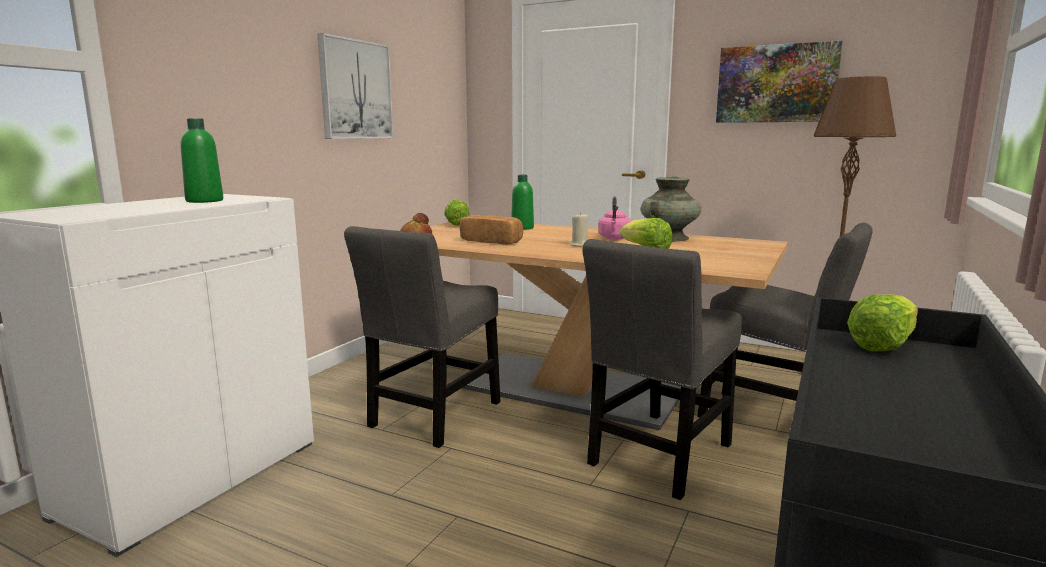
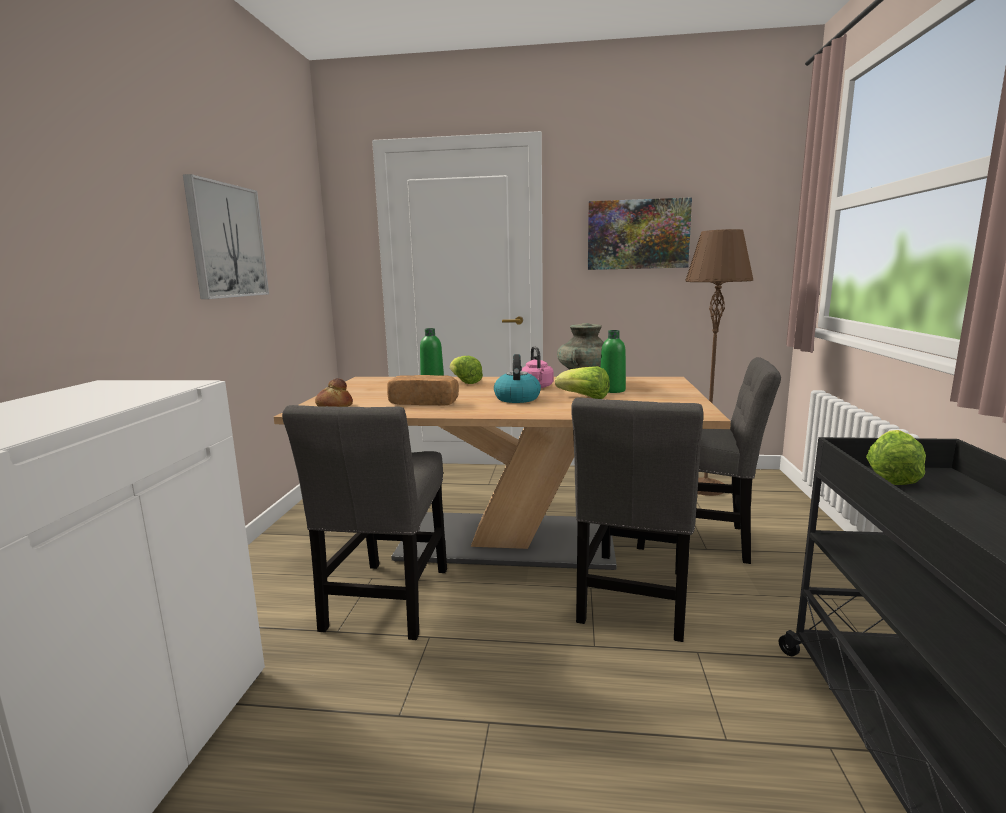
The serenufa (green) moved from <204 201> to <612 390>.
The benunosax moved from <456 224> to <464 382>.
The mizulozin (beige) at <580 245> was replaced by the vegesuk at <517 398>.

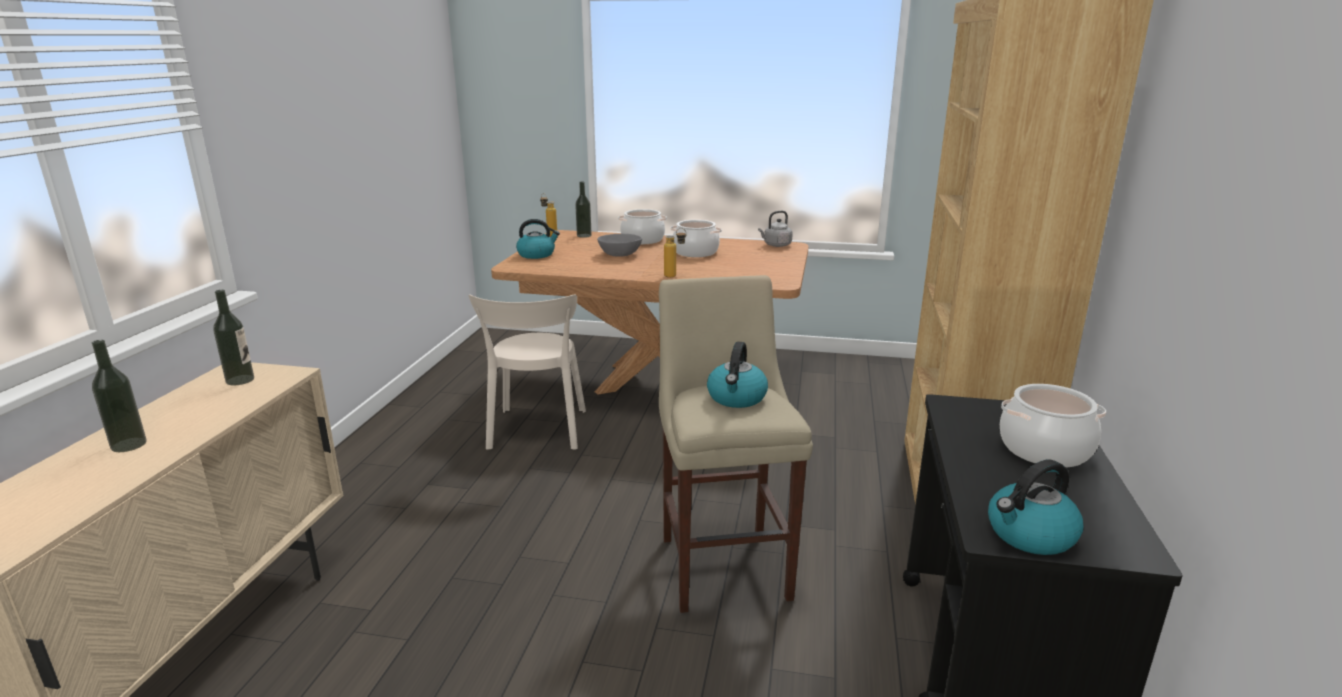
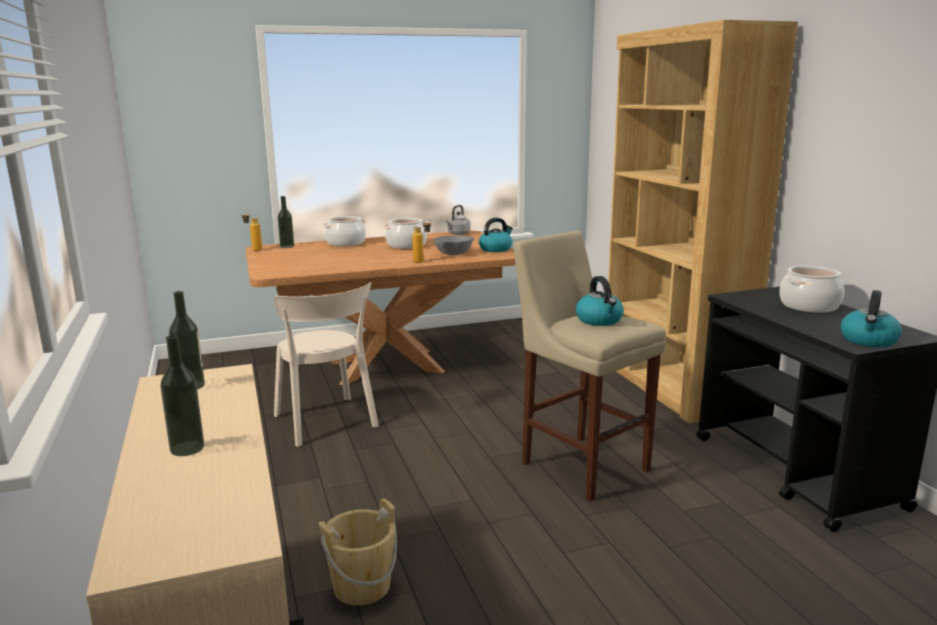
The vegesuk moved from <537 254> to <496 249>.
The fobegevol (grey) moved from <619 254> to <453 253>.
The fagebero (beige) at <362 586> appeared.

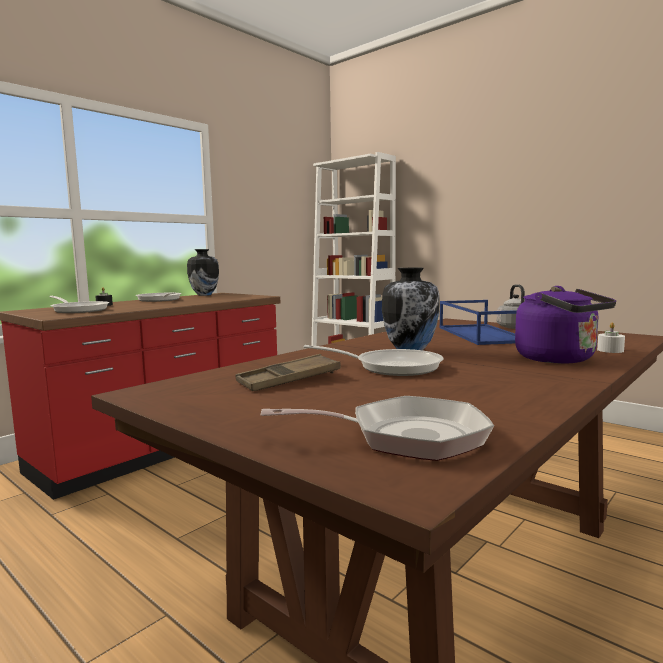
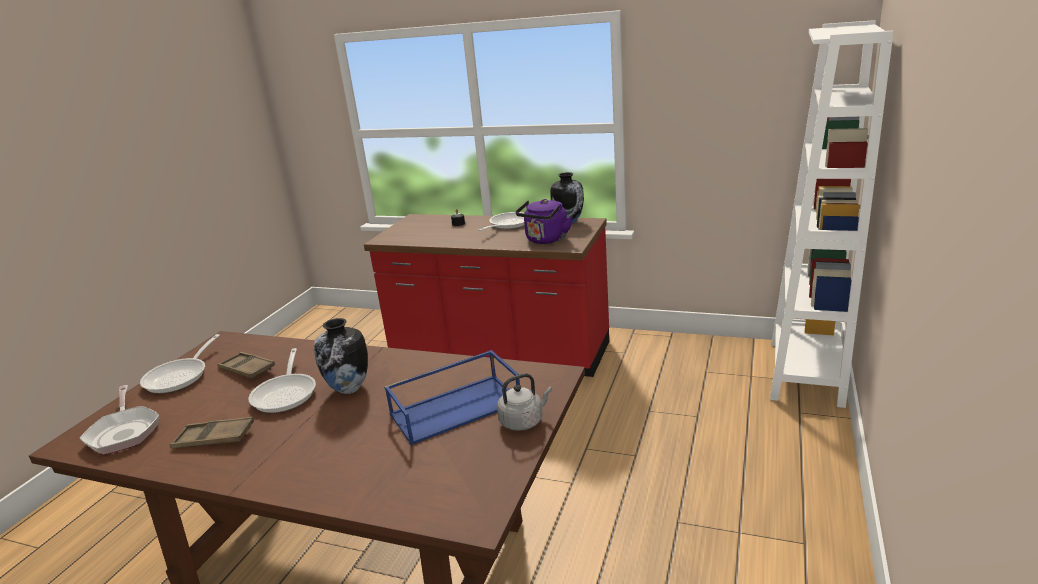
The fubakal moved from <79 310> to <180 376>.
The vegesuk (purple) moved from <560 359> to <545 240>.
The mizulozin (white) at <610 350> disappeared.
The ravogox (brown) at <214 438> appeared.

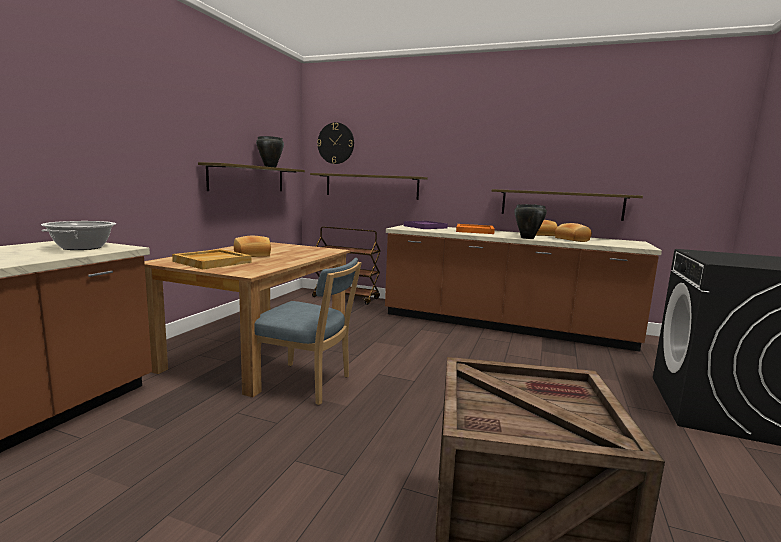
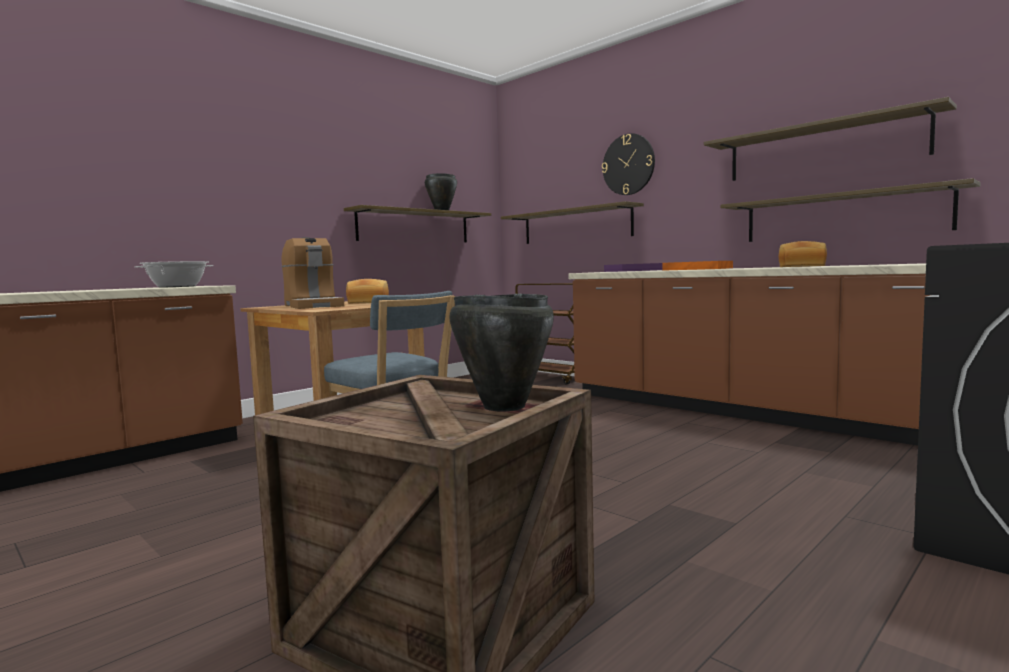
The ravogox (beige) at <212 262> was replaced by the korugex at <313 306>.
The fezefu moved from <336 143> to <628 164>.
The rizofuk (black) moved from <527 238> to <503 406>.
The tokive at <571 240> disappeared.
The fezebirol at <823 148> appeared.

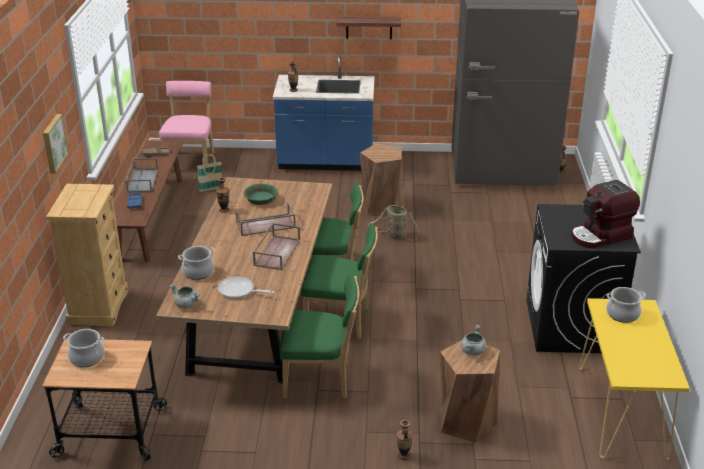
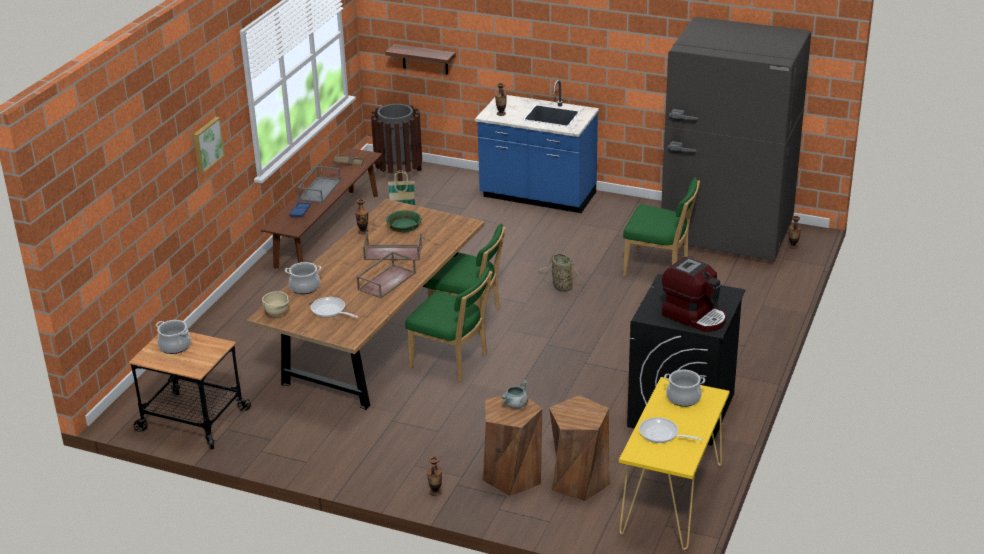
The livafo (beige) at <98 306> disappeared.
The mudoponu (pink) at <191 161> was replaced by the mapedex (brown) at <399 175>.
The rizofuk (grey) at <187 304> was replaced by the fobegevol (beige) at <278 315>.
The mudoponu (green) moved from <320 379> to <659 268>.
The fezebirol moved from <369 27> to <425 59>.
The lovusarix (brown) moved from <382 207> to <579 481>.
The korugex at <601 236> turned 135 degrees counterclockwise.
The fubakal at <662 434> appeared.

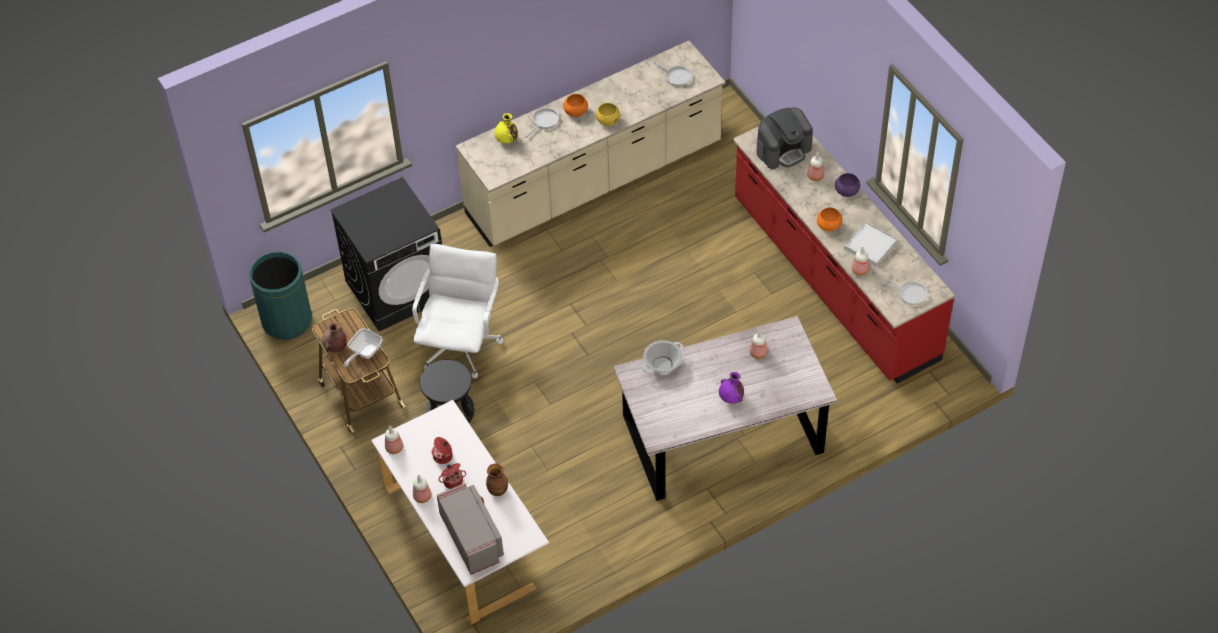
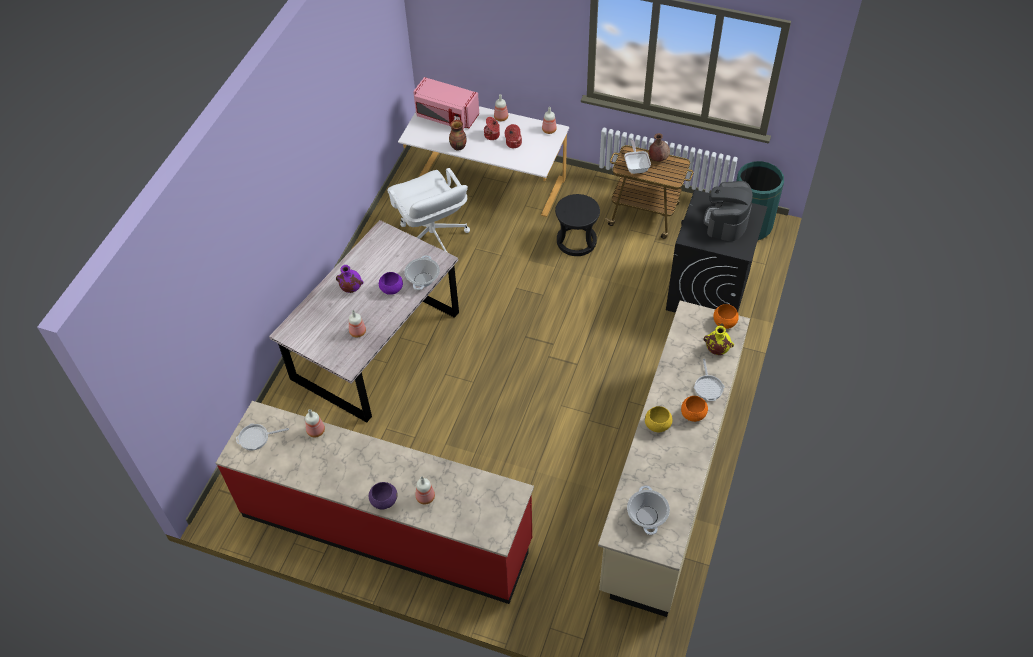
The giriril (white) moved from <461 346> to <432 238>.
The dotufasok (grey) at <473 538> became the dotufasok (pink) at <446 116>.
The fubakal at <676 76> was replaced by the rizofuk at <647 516>.
The korugex moved from <783 150> to <726 221>.
The fobegevol (orange) moved from <828 225> to <724 322>.
The ravogox (white) at <870 245> disappeared.
The fobegevol (purple) at <391 289> appeared.

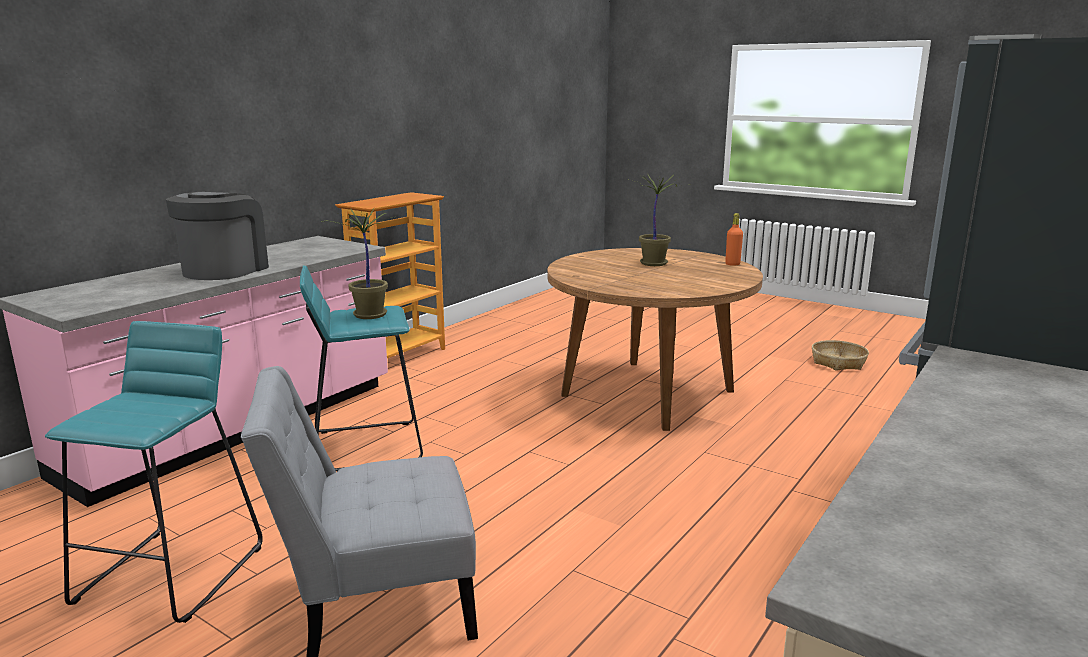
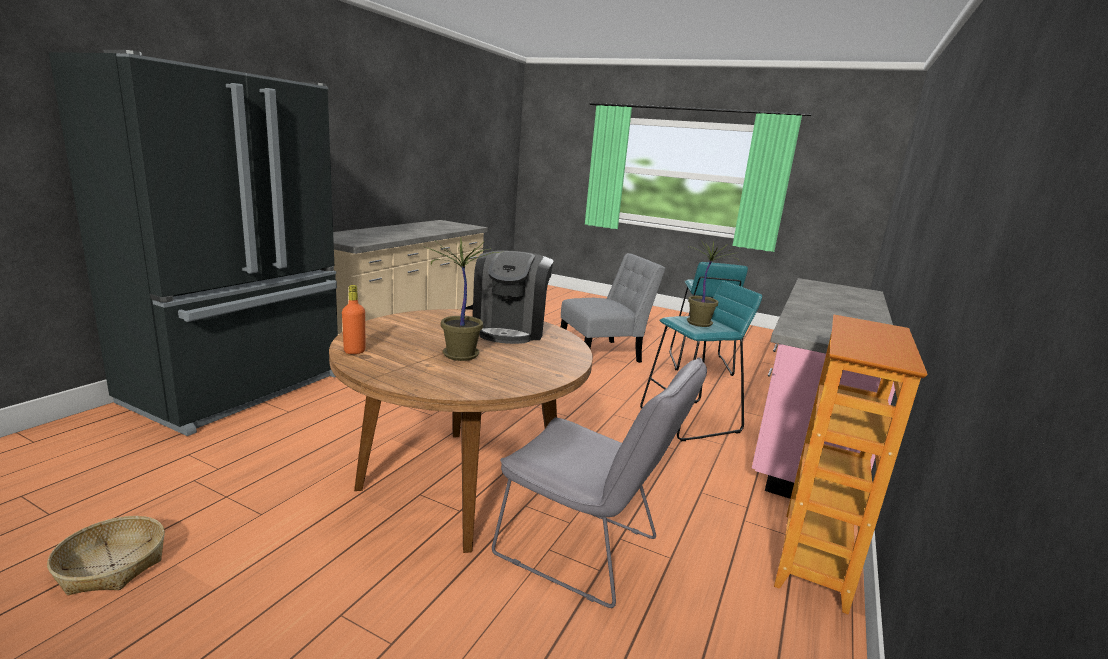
The korugex moved from <224 270> to <510 329>.
The mudoponu (grey) at <587 551> appeared.

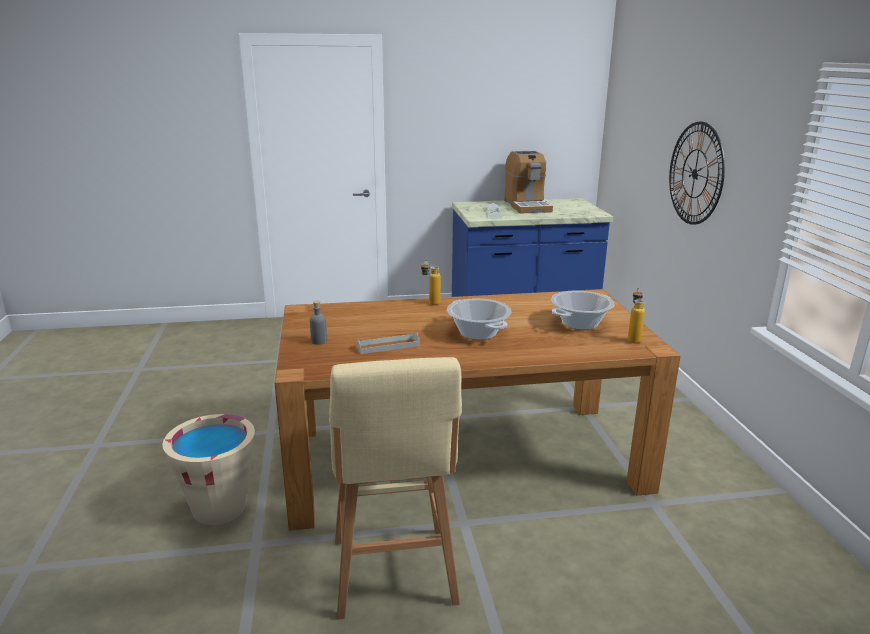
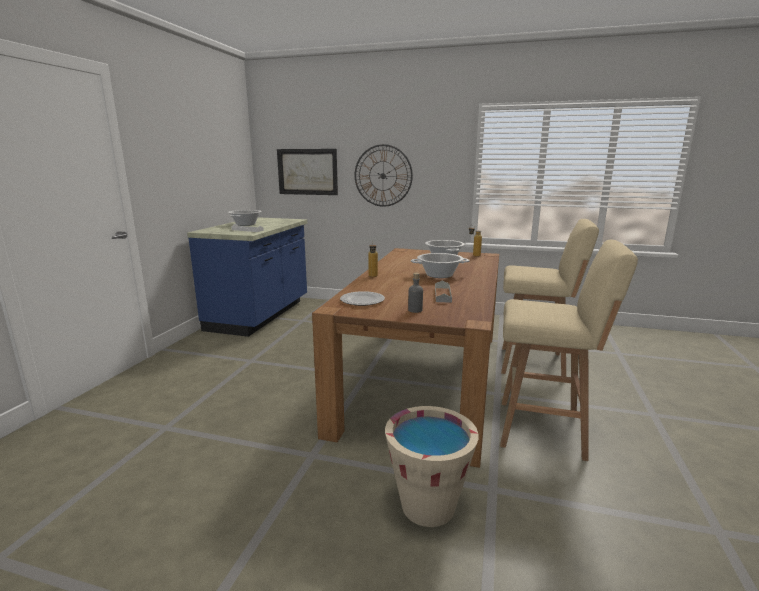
The korugex at <527 206> was replaced by the rizofuk at <245 224>.
The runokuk at <307 172> appeared.
The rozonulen at <363 300> appeared.
The lovusarix (beige) at <535 364> appeared.

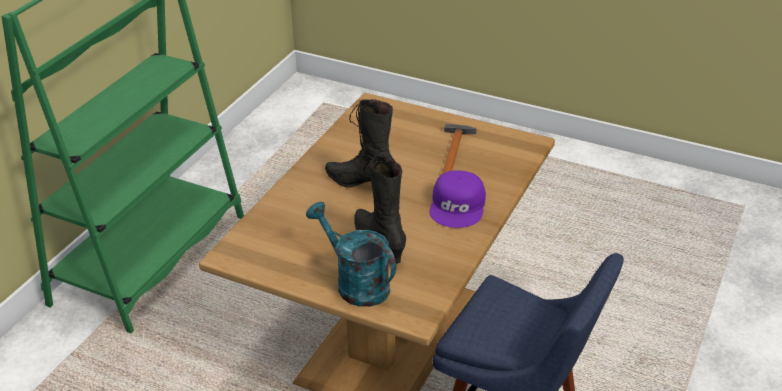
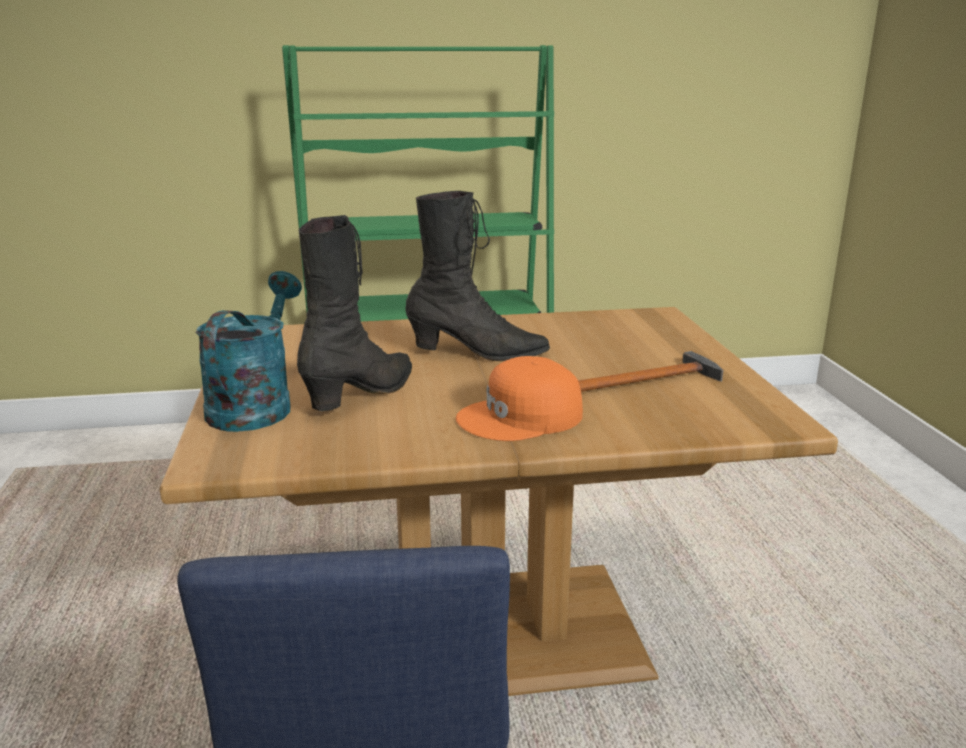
The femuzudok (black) at <362 185> turned 90 degrees clockwise.
The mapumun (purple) at <458 206> became the mapumun (orange) at <521 417>.

